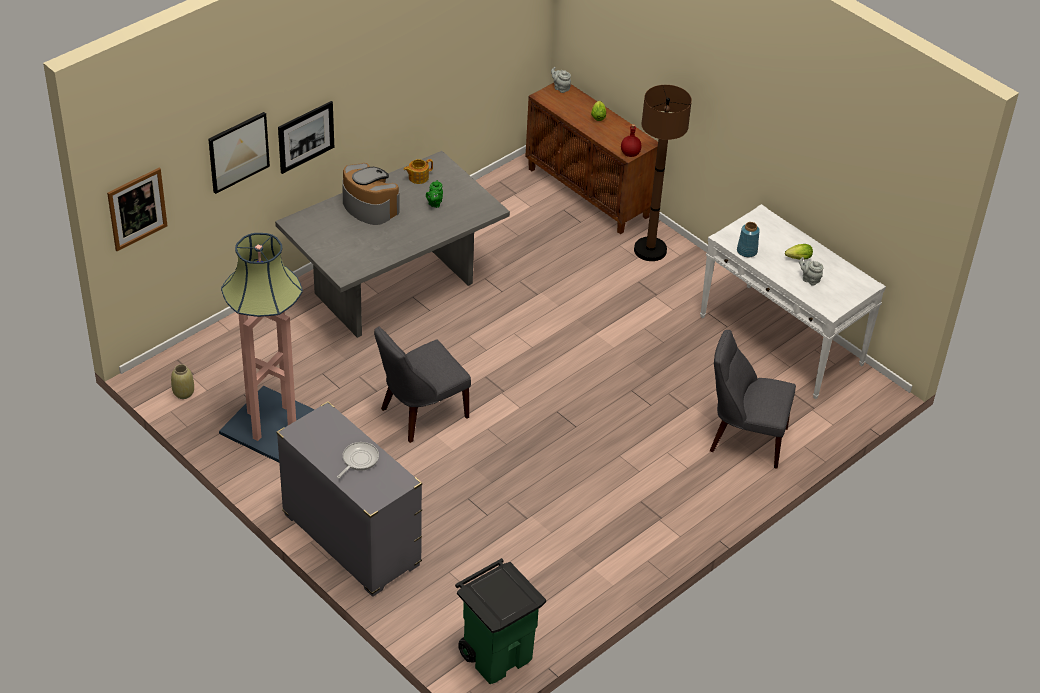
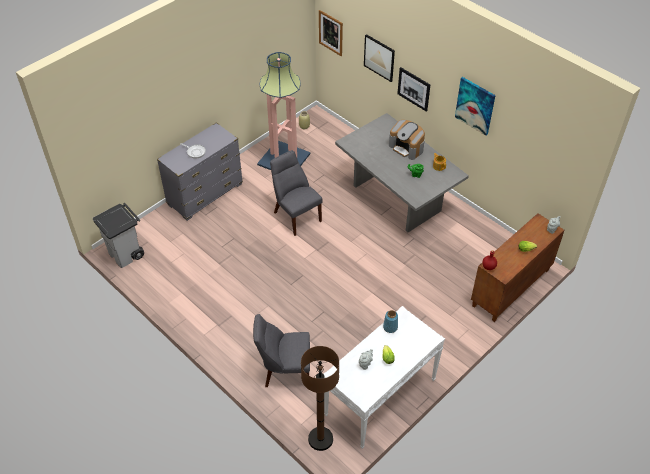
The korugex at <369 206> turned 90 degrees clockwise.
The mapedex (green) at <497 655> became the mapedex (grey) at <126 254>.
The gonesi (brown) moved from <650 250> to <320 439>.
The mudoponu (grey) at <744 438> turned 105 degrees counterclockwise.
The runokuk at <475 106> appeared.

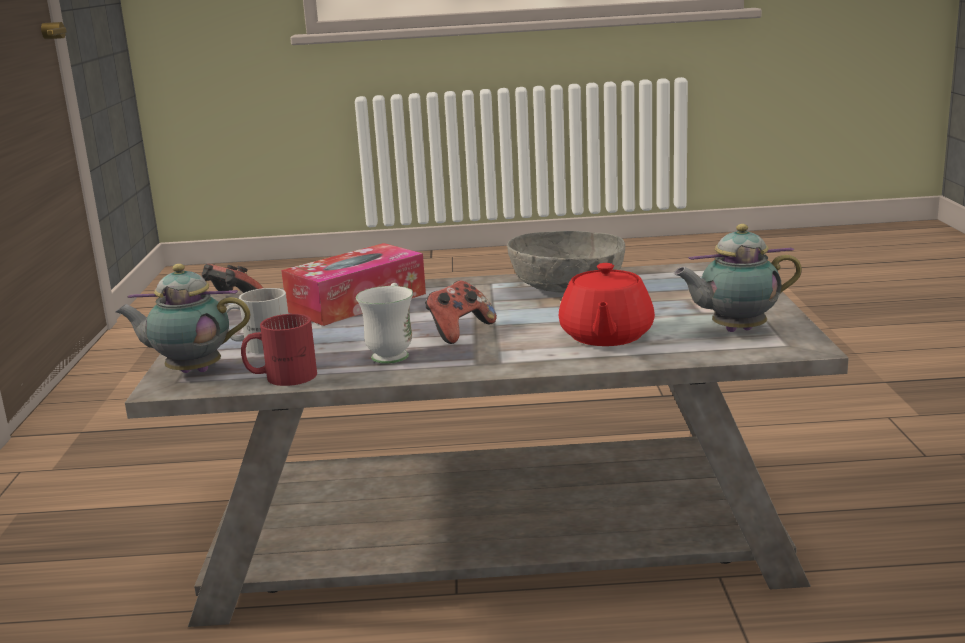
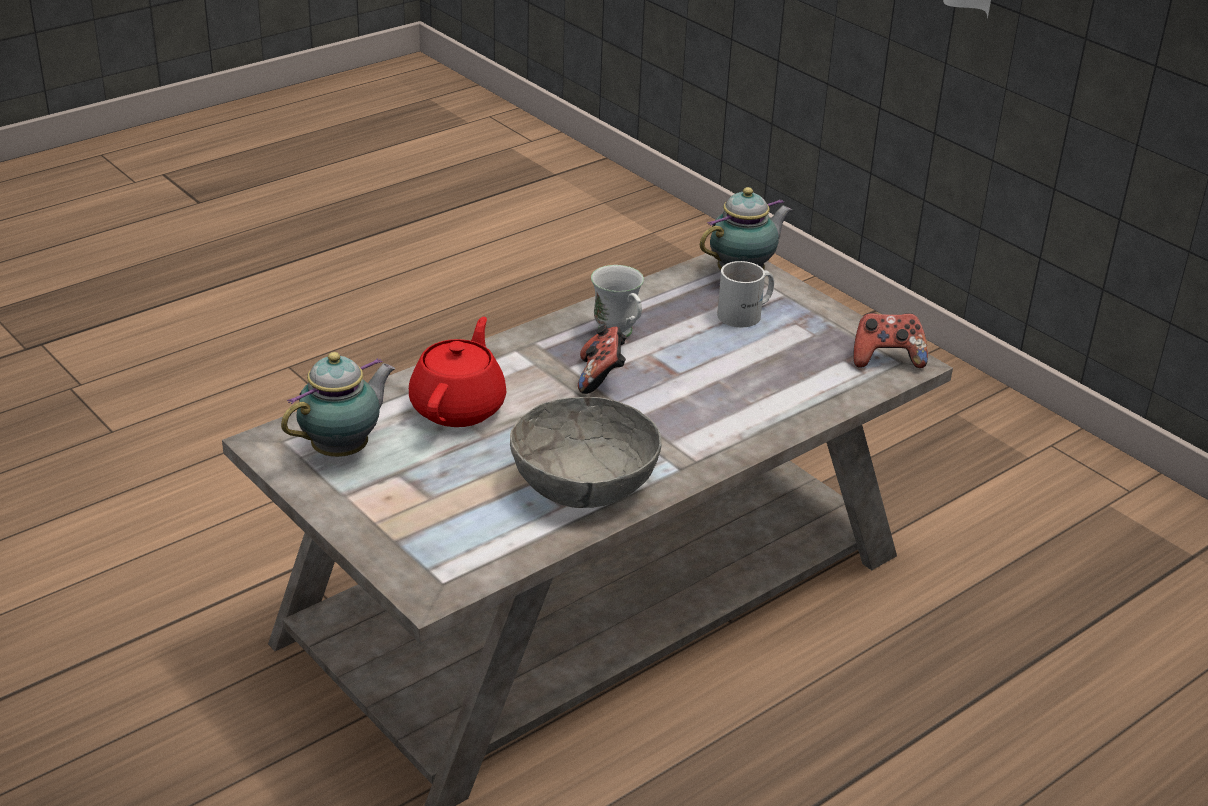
The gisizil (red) at <281 376> disappeared.
The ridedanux at <357 302> disappeared.
The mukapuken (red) at <605 336> turned 45 degrees clockwise.

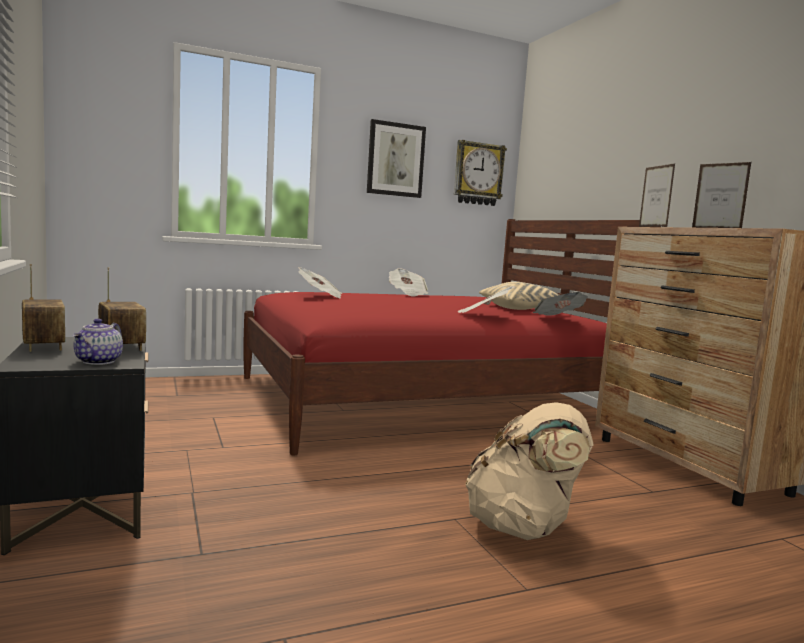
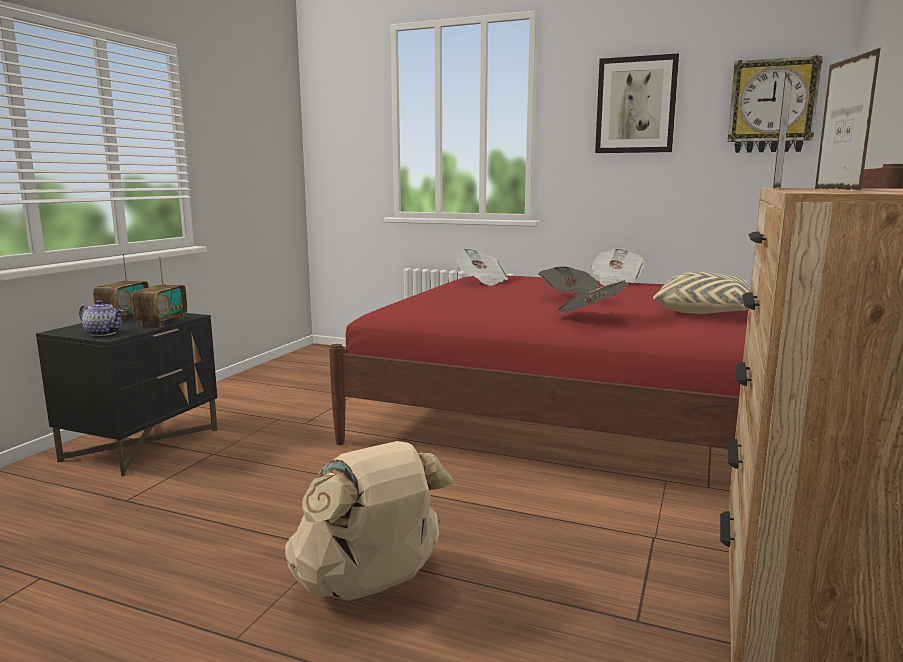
The mukapuken at <99 362> turned 120 degrees counterclockwise.
The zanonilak moved from <558 319> to <570 298>.

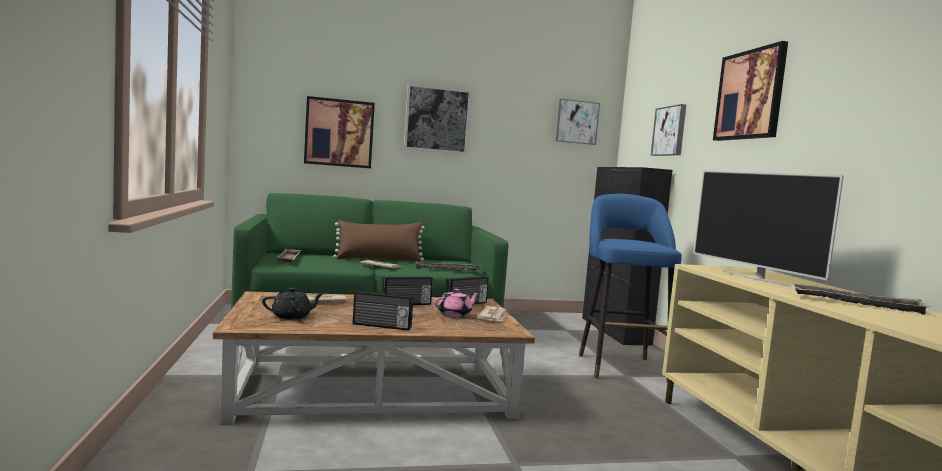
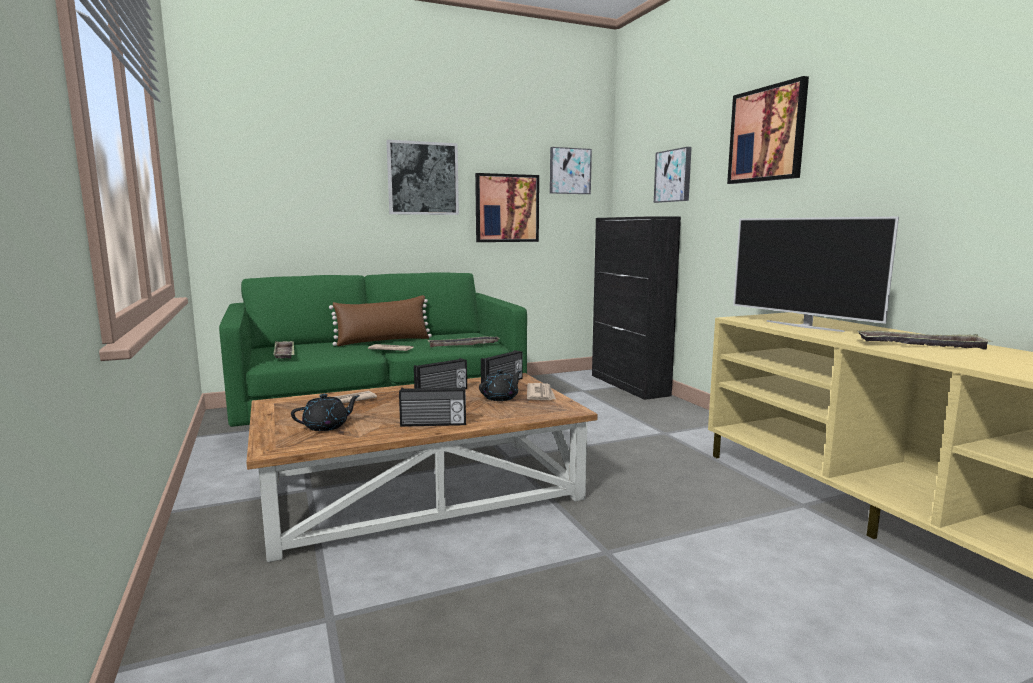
The runokuk moved from <339 133> to <507 208>.
The mukapuken (pink) at <455 314> became the mukapuken (black) at <500 397>.
The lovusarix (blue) at <620 366> disappeared.

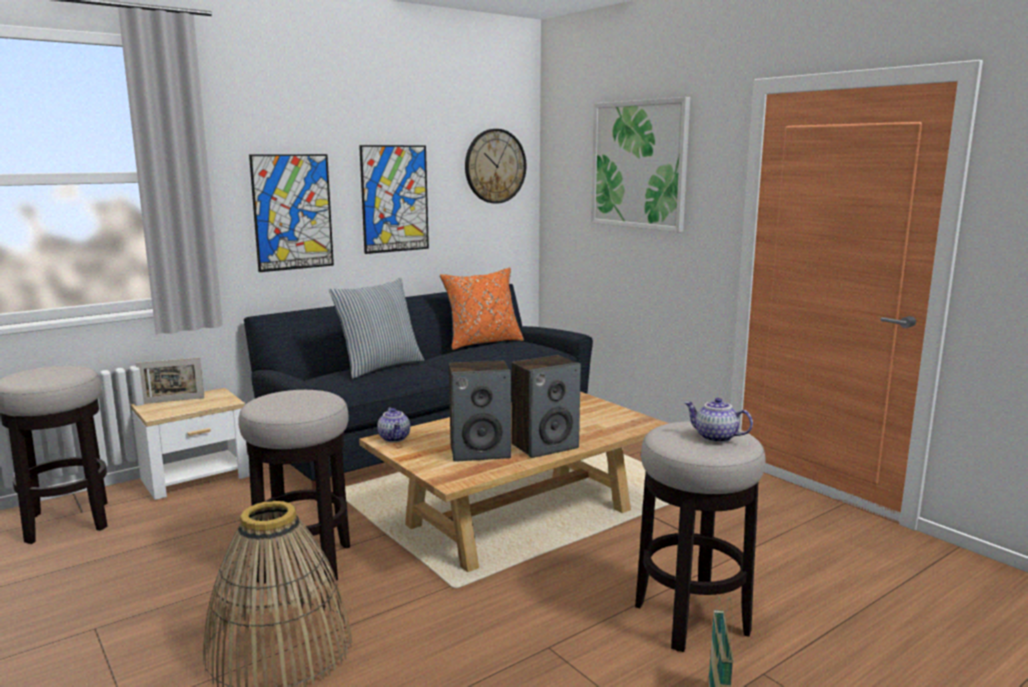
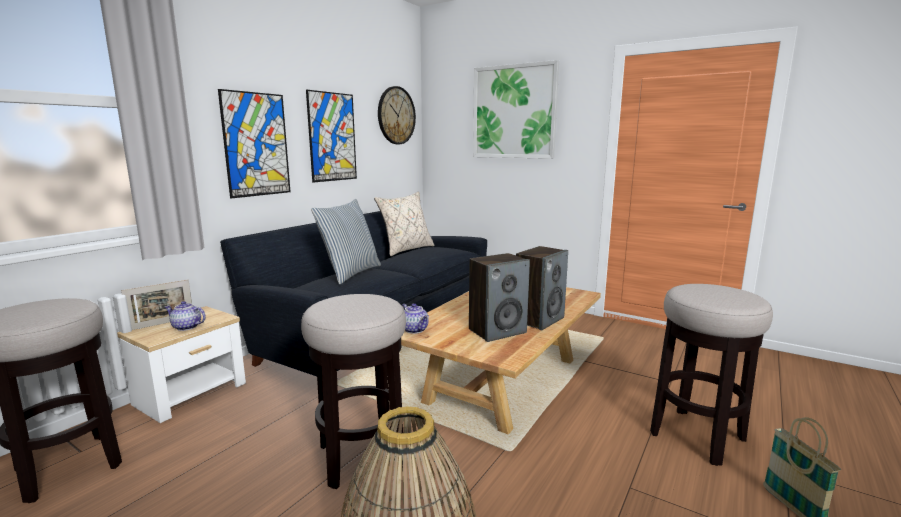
The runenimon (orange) at <482 343> became the runenimon (beige) at <406 249>.
The mukapuken moved from <715 438> to <186 327>.

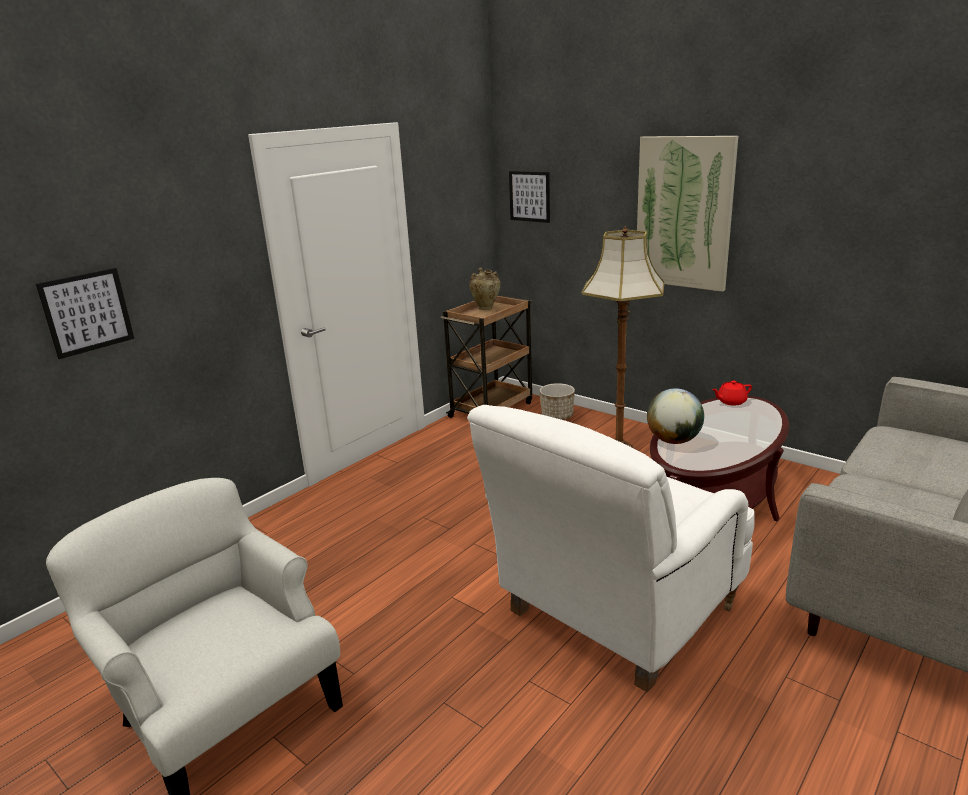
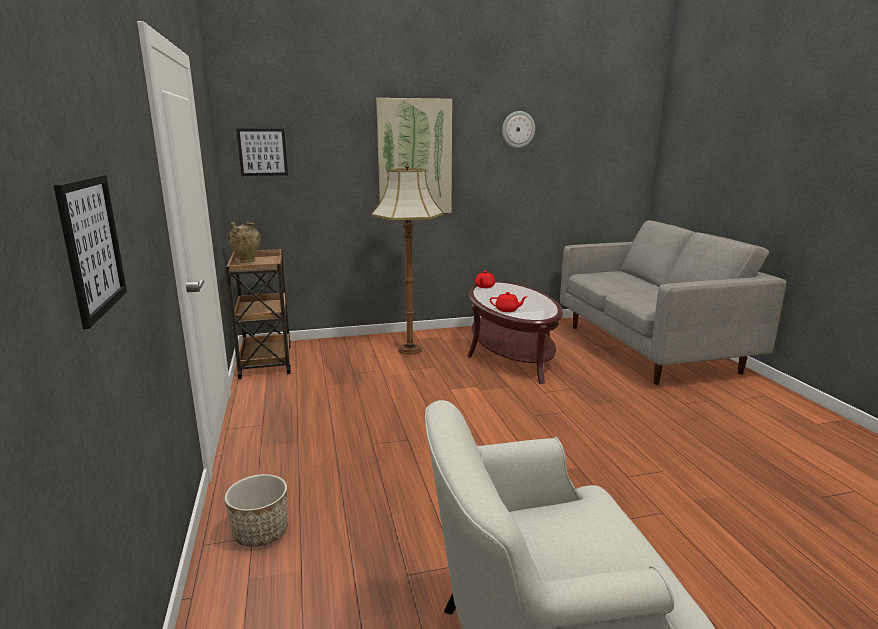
The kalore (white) at <614 616> disappeared.
The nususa moved from <557 416> to <261 533>.
The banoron at <673 441> was replaced by the mukapuken (red) at <507 310>.
The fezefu at <518 129> appeared.

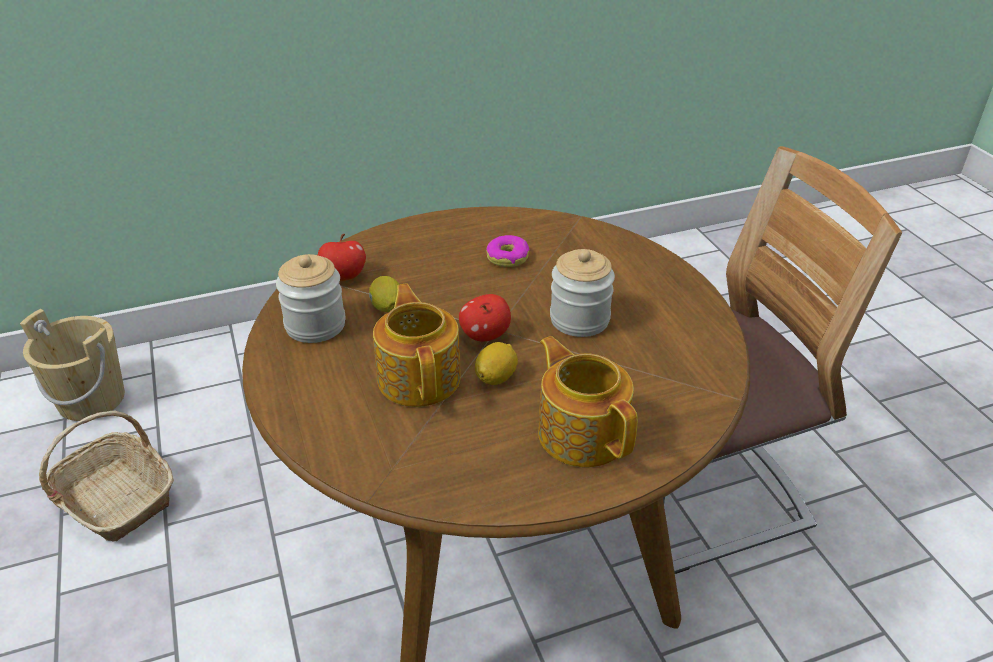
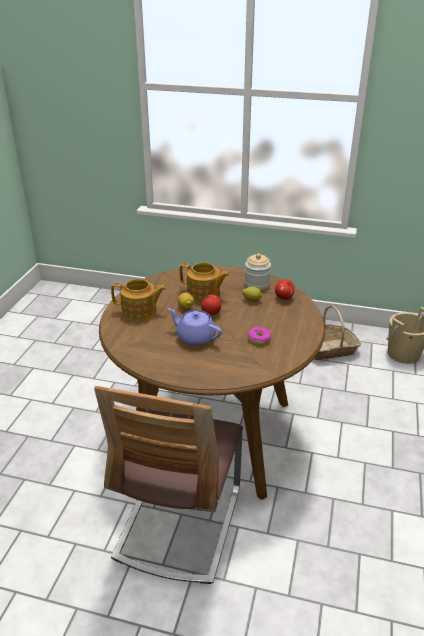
The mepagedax at <579 319> was replaced by the mukapuken (purple) at <195 337>.

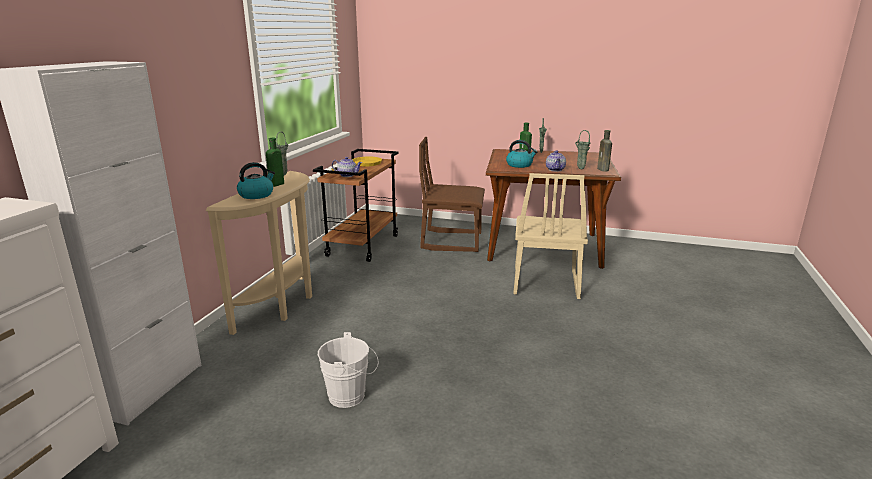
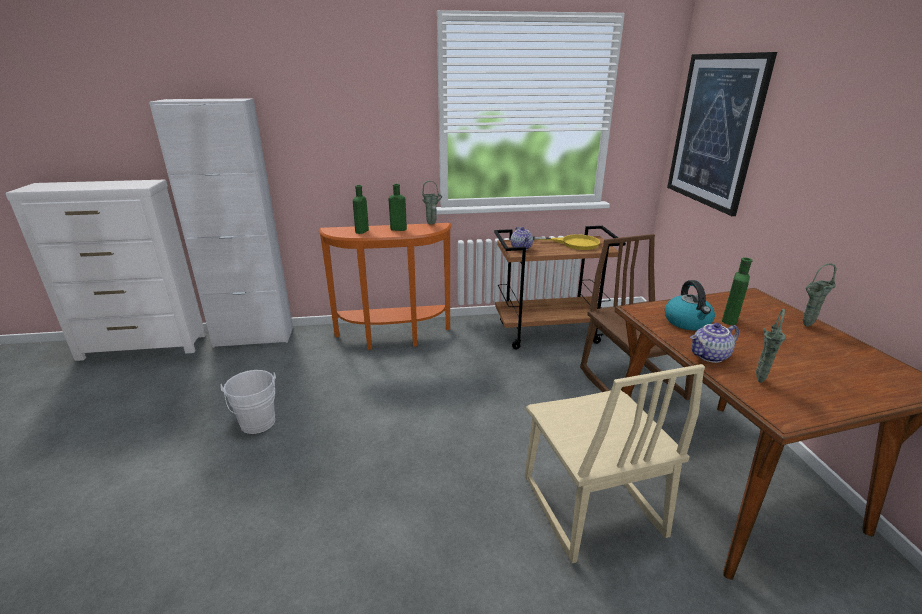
The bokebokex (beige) at <283 305> became the bokebokex (orange) at <393 339>.
The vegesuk at <256 195> was replaced by the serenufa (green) at <361 231>.
The mudoponu (beige) at <544 283> turned 90 degrees counterclockwise.
The serenufa (brown) at <603 170> disappeared.
The runokuk at <714 131> appeared.

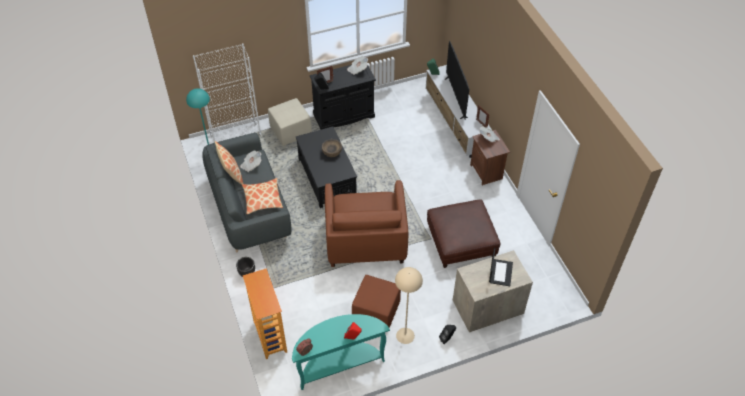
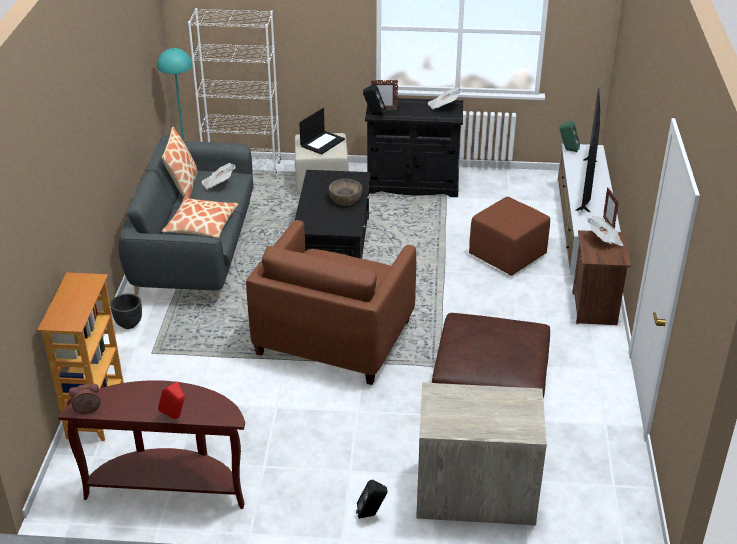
The bokebokex (turquoise) at <339 364> became the bokebokex (brown) at <169 486>.
The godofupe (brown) moved from <376 312> to <507 256>.
The gonesi (beige) at <405 336> disappeared.
The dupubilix moved from <500 272> to <322 142>.

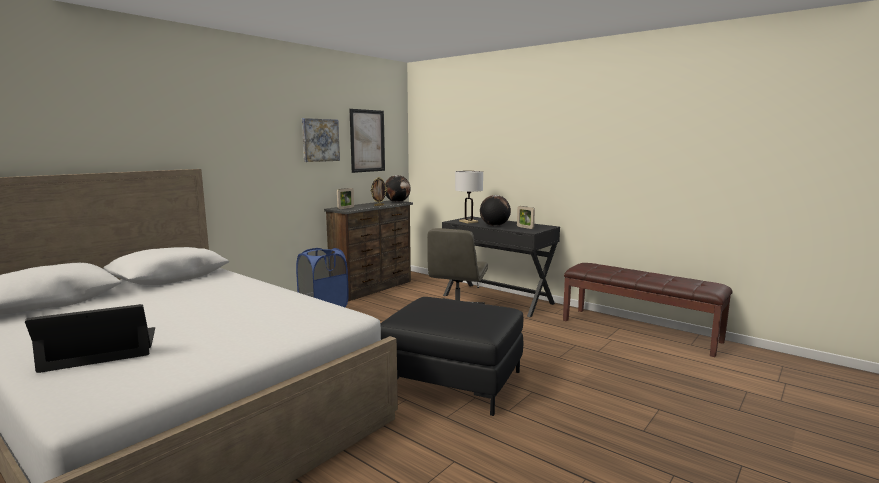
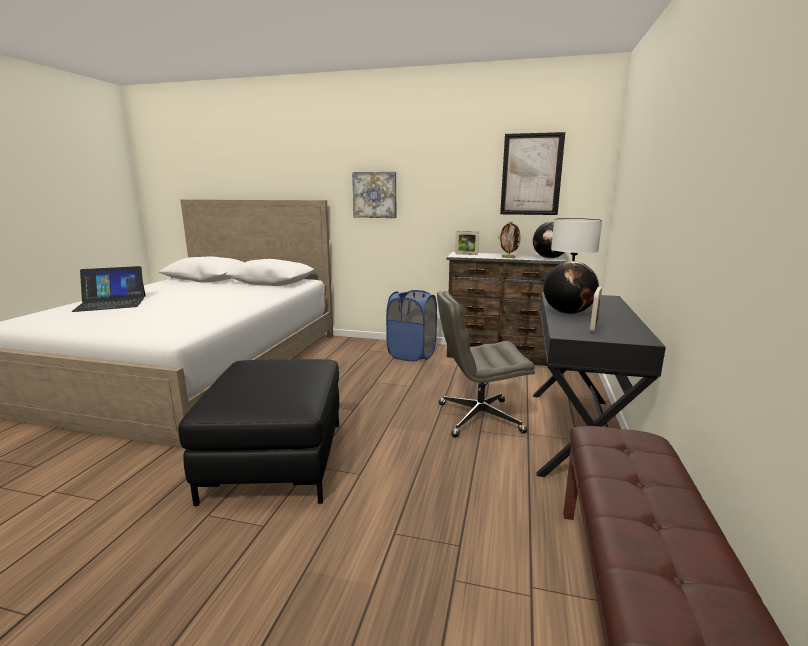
The dupubilix at <101 349> turned 120 degrees clockwise.
The runokuk moved from <320 140> to <375 195>.

